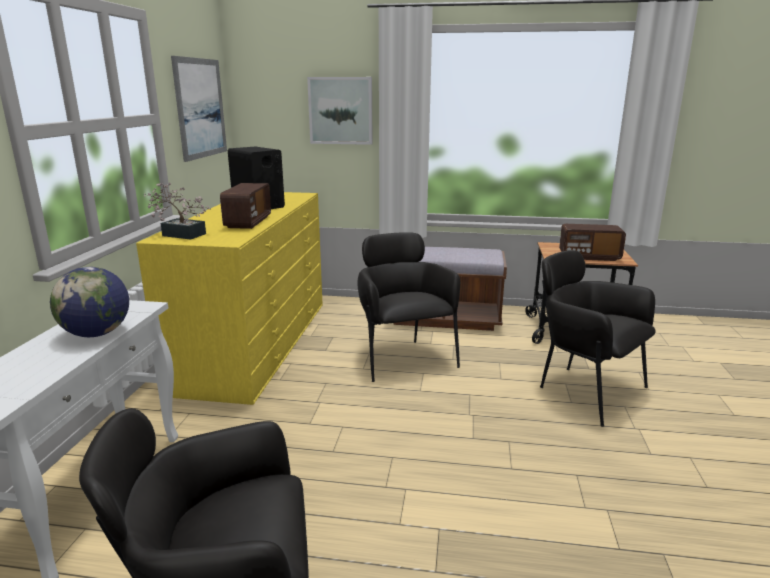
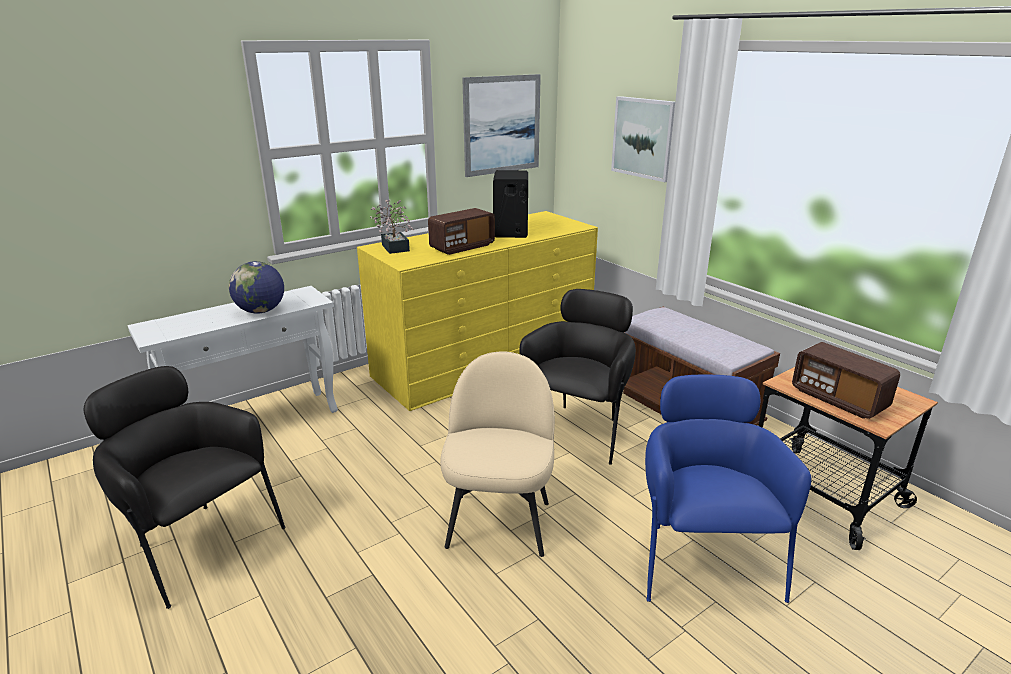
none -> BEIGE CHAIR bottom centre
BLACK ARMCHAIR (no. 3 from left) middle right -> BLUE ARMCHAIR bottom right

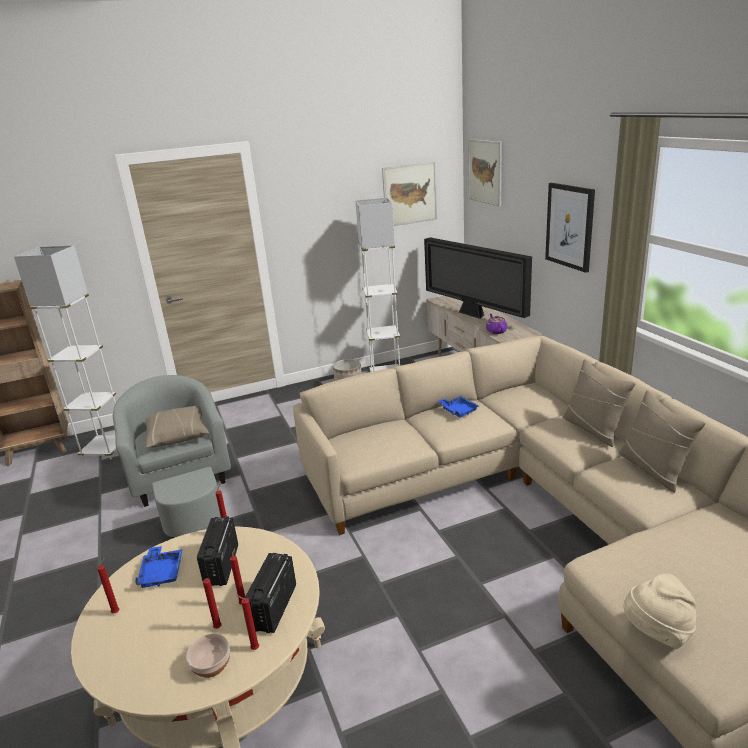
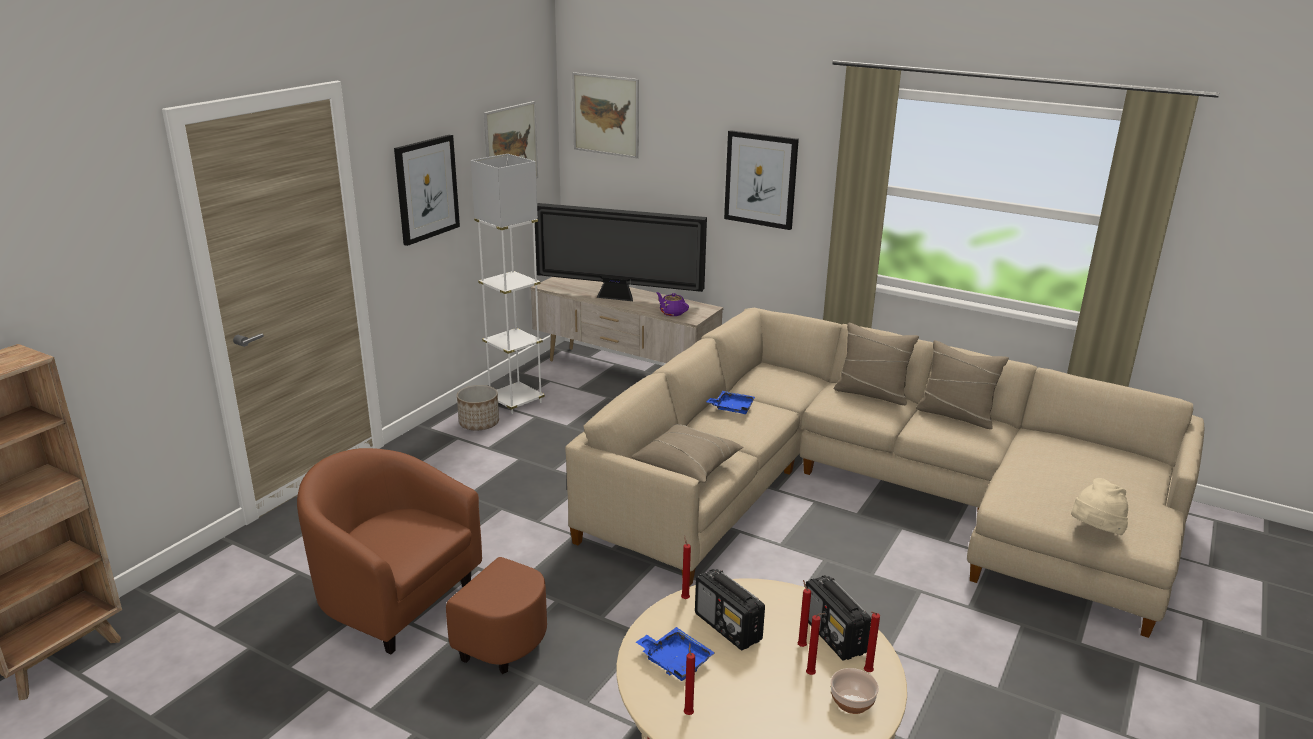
GREY ARMCHAIR middle left -> BROWN ARMCHAIR bottom left
none -> PICTURE (no. 1 from left) top left
BEIGE PILLOW (no. 1 from left) middle left -> BEIGE PILLOW (no. 1 from left) centre, shifted
WHITE FLOOR LAMP (no. 1 from left) middle left -> none

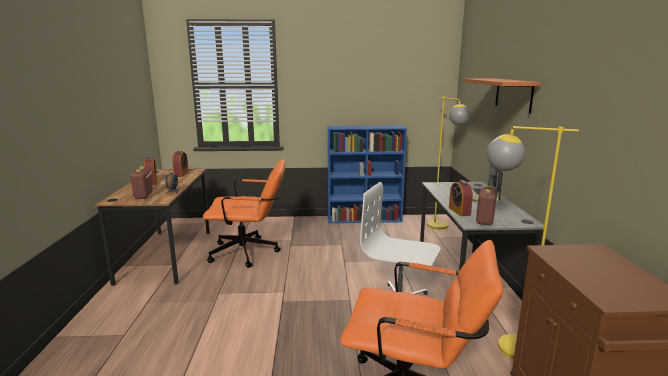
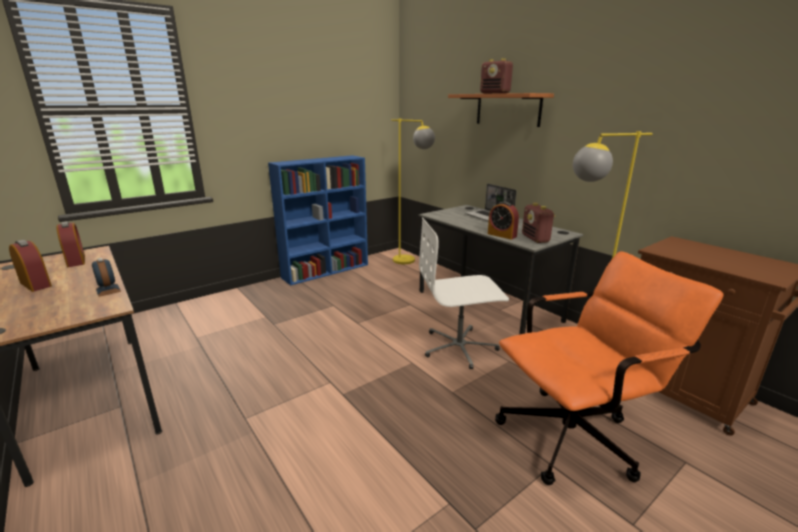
RADIO (no. 1 from left) middle left -> RADIO (no. 1 from left) top centre, shifted
ORANGE OFFICE CHAIR (no. 1 from left) centre -> none

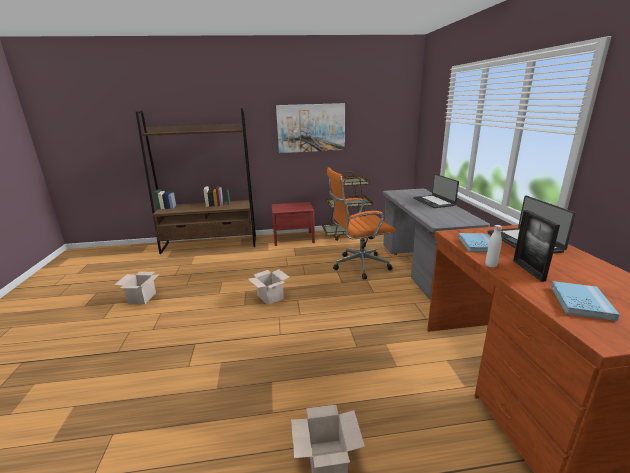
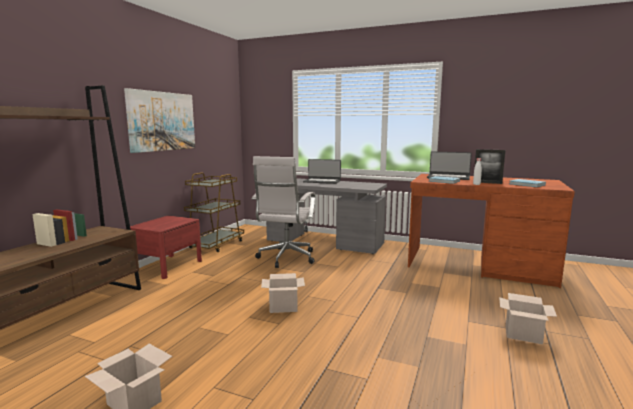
ORANGE OFFICE CHAIR centre -> WHITE OFFICE CHAIR centre

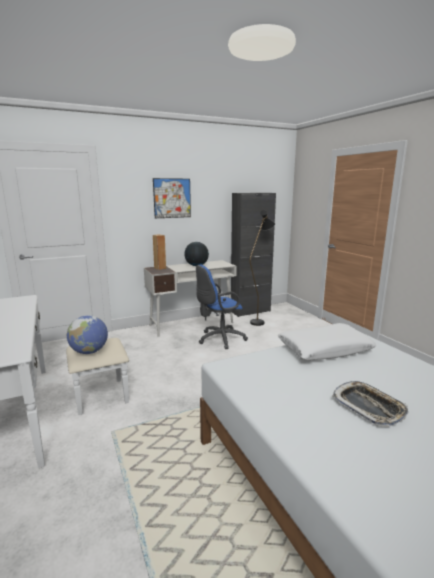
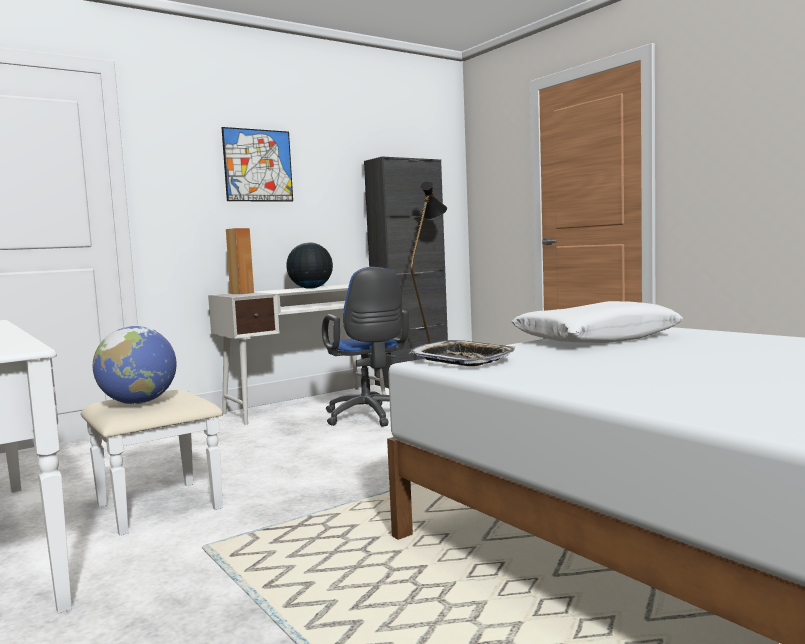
BLUE OFFICE CHAIR centre, 75 degrees counterclockwise
TRAY bottom right -> TRAY centre, shifted

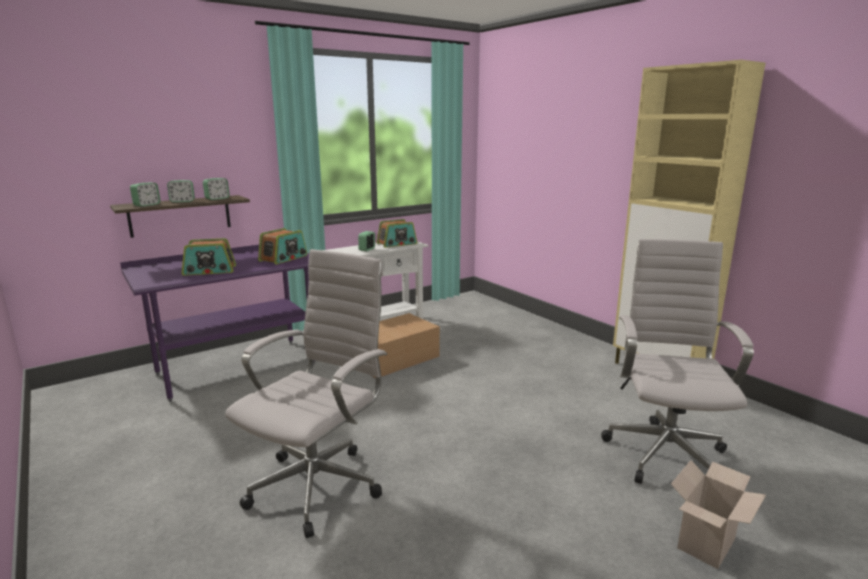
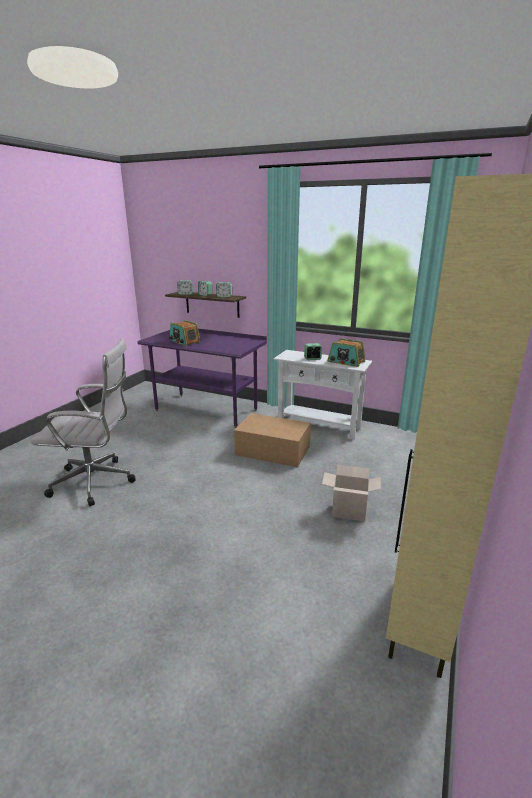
CARDBOARD BOX (no. 2 from left) bottom right -> CARDBOARD BOX (no. 2 from left) centre, shifted
RADIO (no. 2 from left) middle left -> none
WHITE OFFICE CHAIR (no. 2 from left) middle right -> none

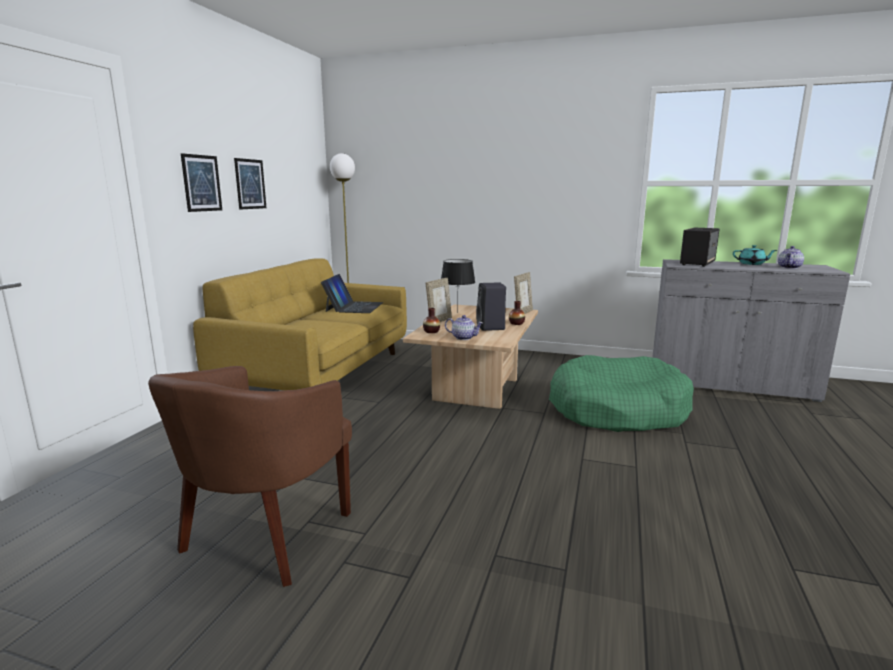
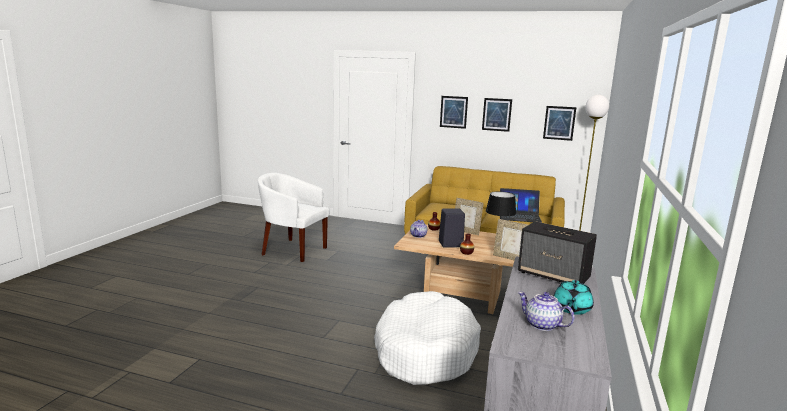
BROWN ARMCHAIR bottom left -> WHITE ARMCHAIR centre
GREEN DOG BED middle right -> WHITE DOG BED bottom centre
none -> PICTURE (no. 3 from left) top right

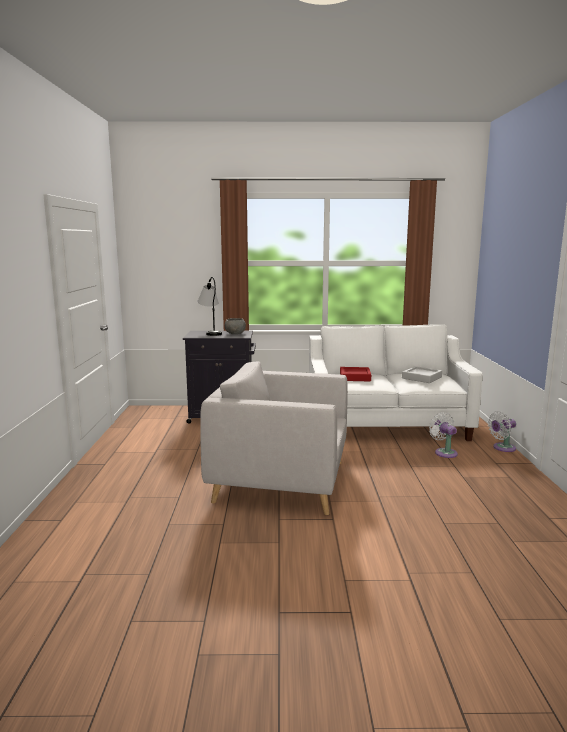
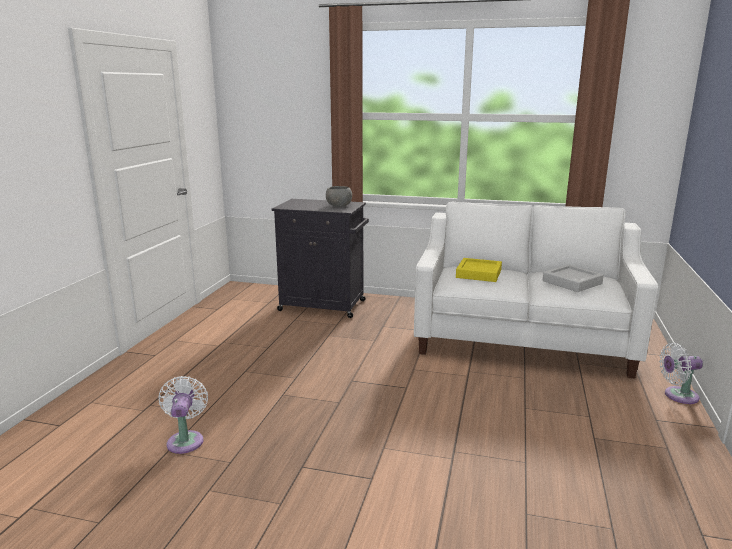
WHITE FAN (no. 1 from left) middle right -> WHITE FAN (no. 1 from left) bottom left, shifted
RED TRAY centre -> YELLOW TRAY centre
TABLE LAMP centre -> none
GREY ARMCHAIR centre -> none

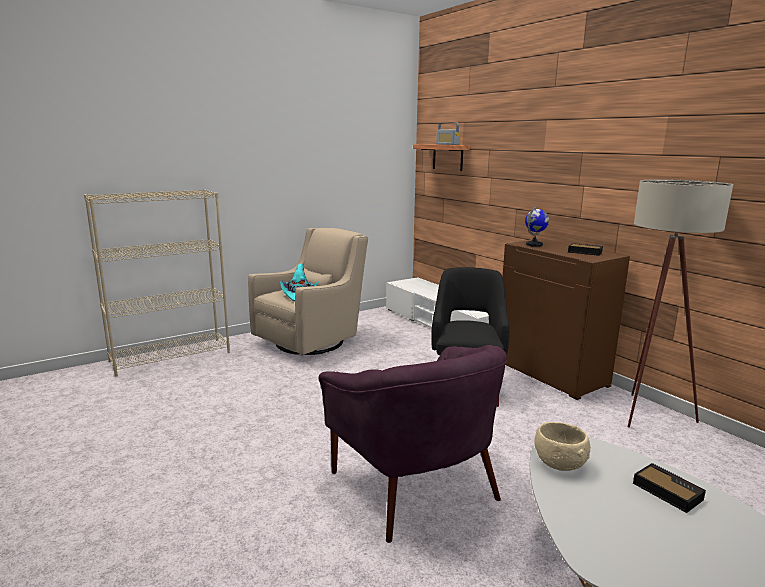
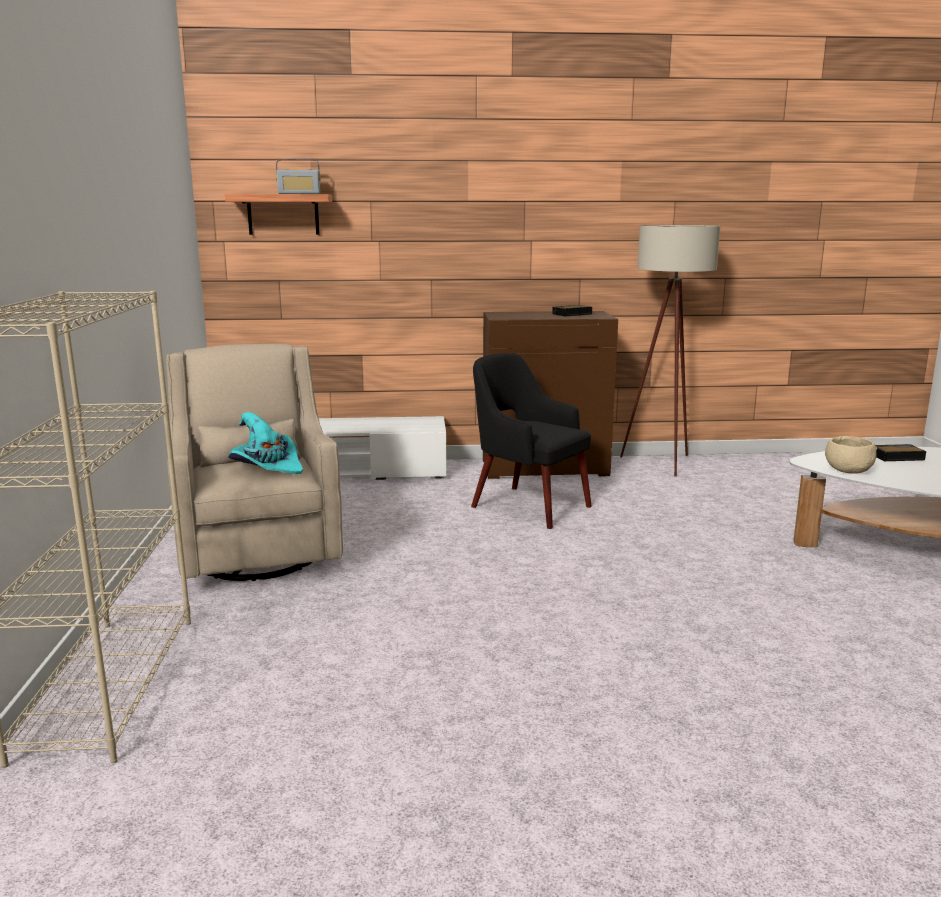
PURPLE ARMCHAIR bottom centre -> none
GLOBE middle right -> none

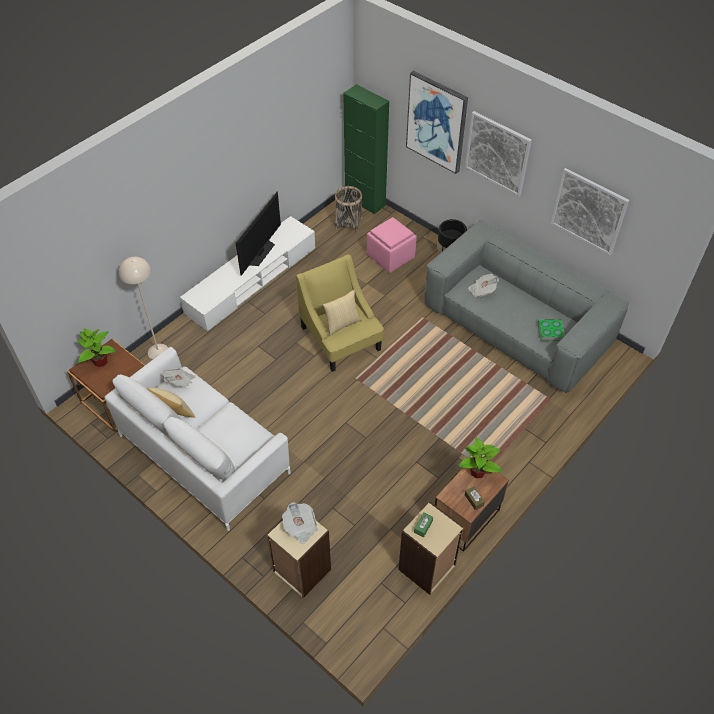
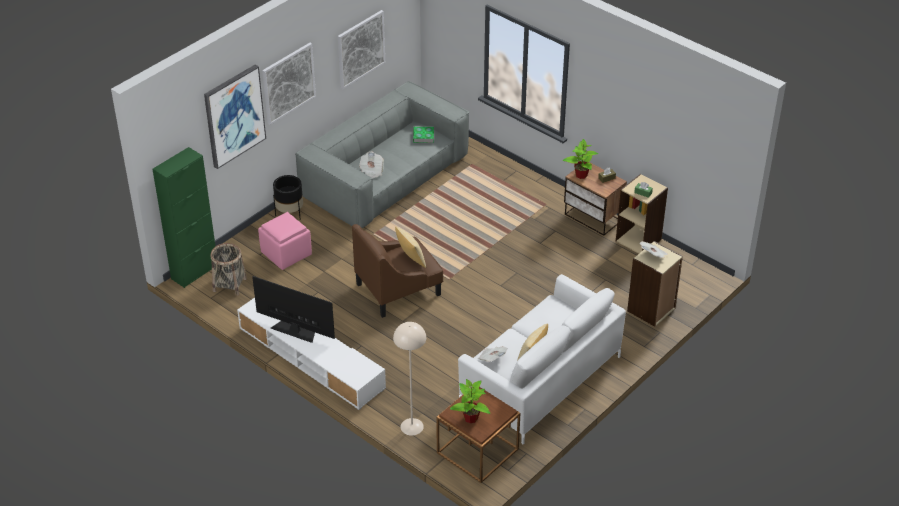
YELLOW ARMCHAIR centre -> BROWN ARMCHAIR centre

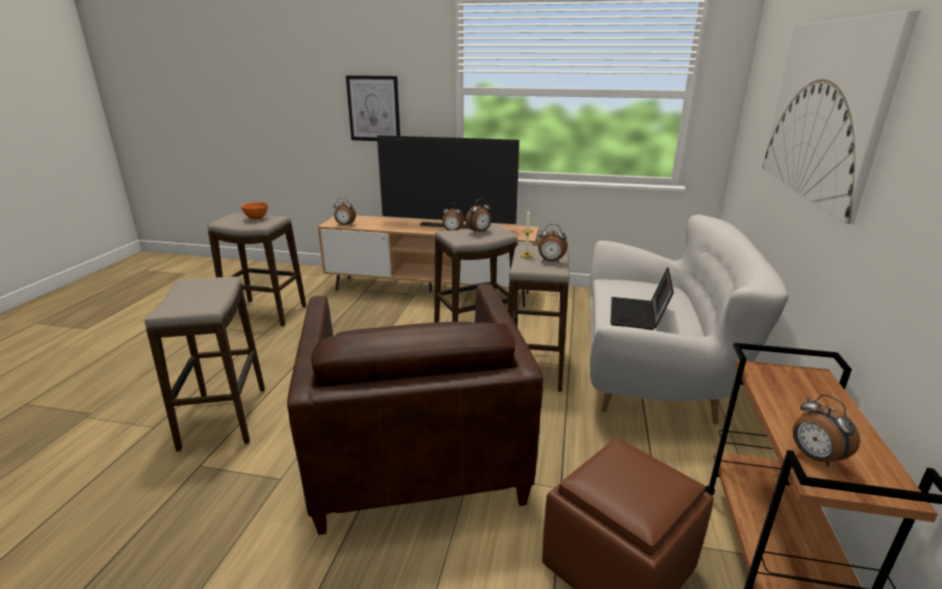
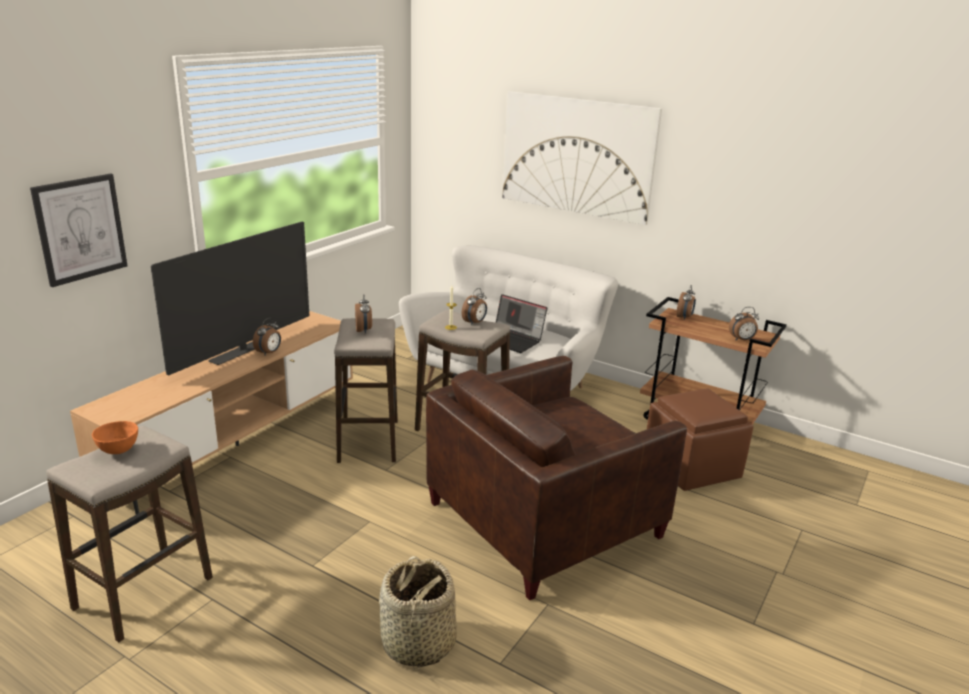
STOOL (no. 1 from left) middle left -> BASKET bottom centre
BROWN ARMCHAIR bottom centre, 135 degrees clockwise
ALARM CLOCK (no. 1 from left in the first image) centre -> ALARM CLOCK (no. 4 from left) middle right, shifted

